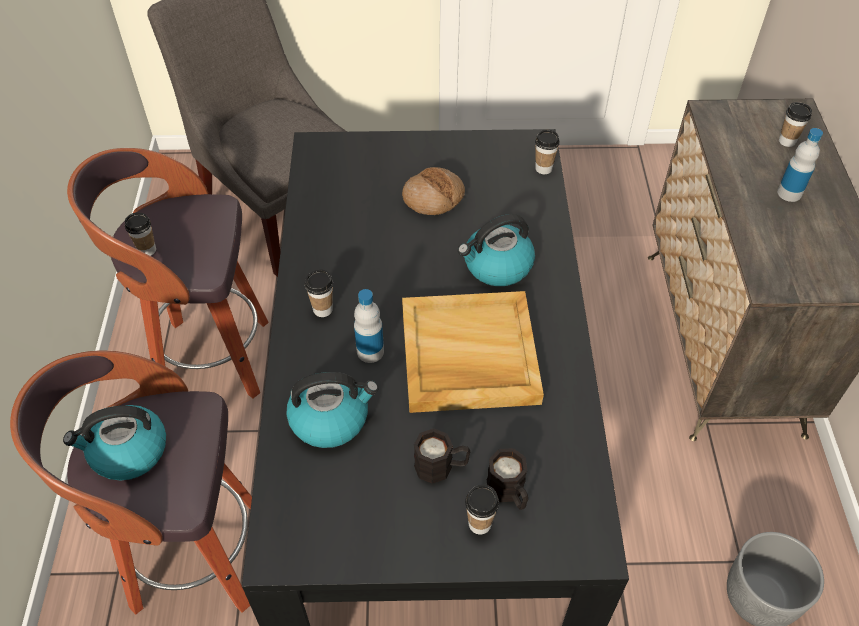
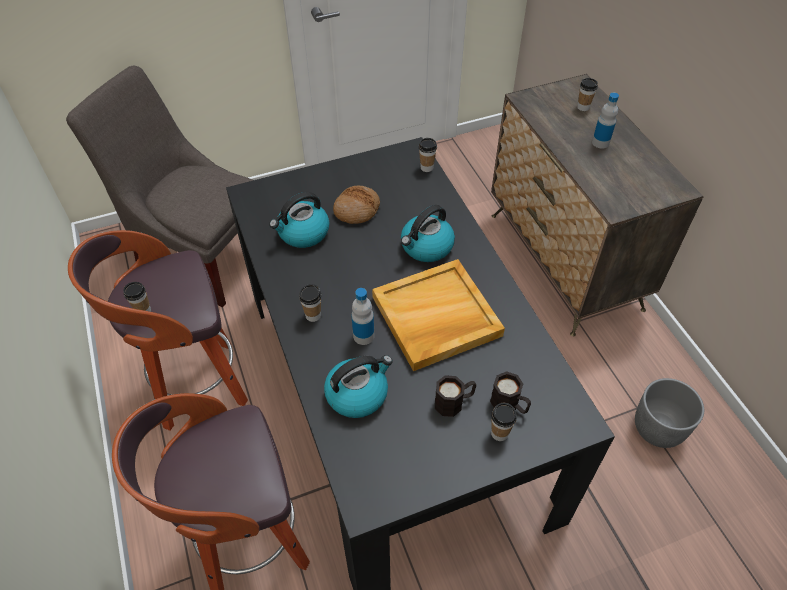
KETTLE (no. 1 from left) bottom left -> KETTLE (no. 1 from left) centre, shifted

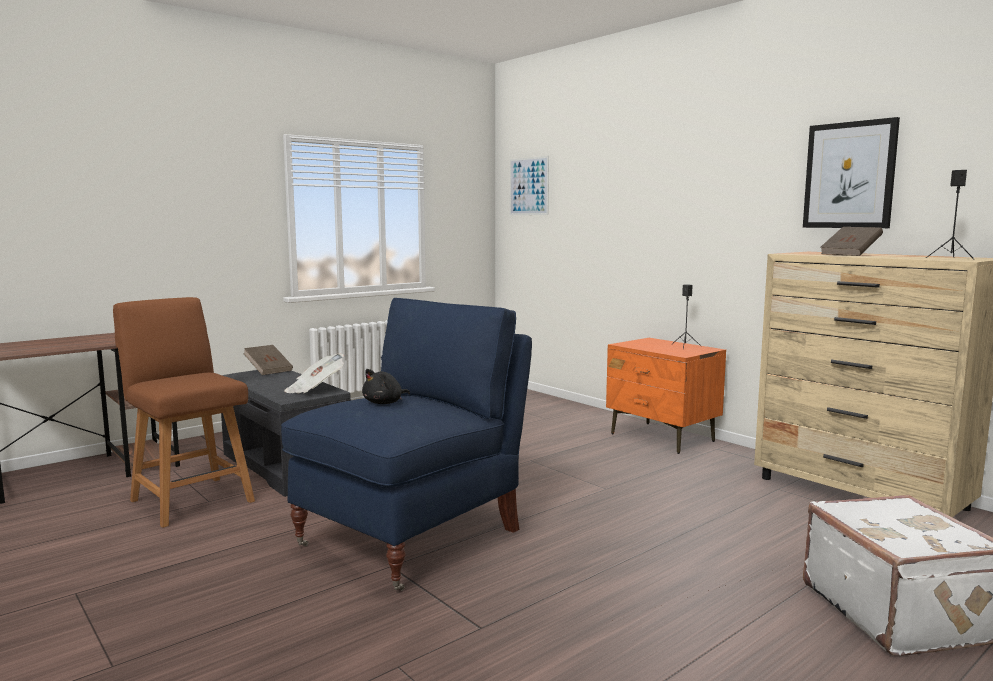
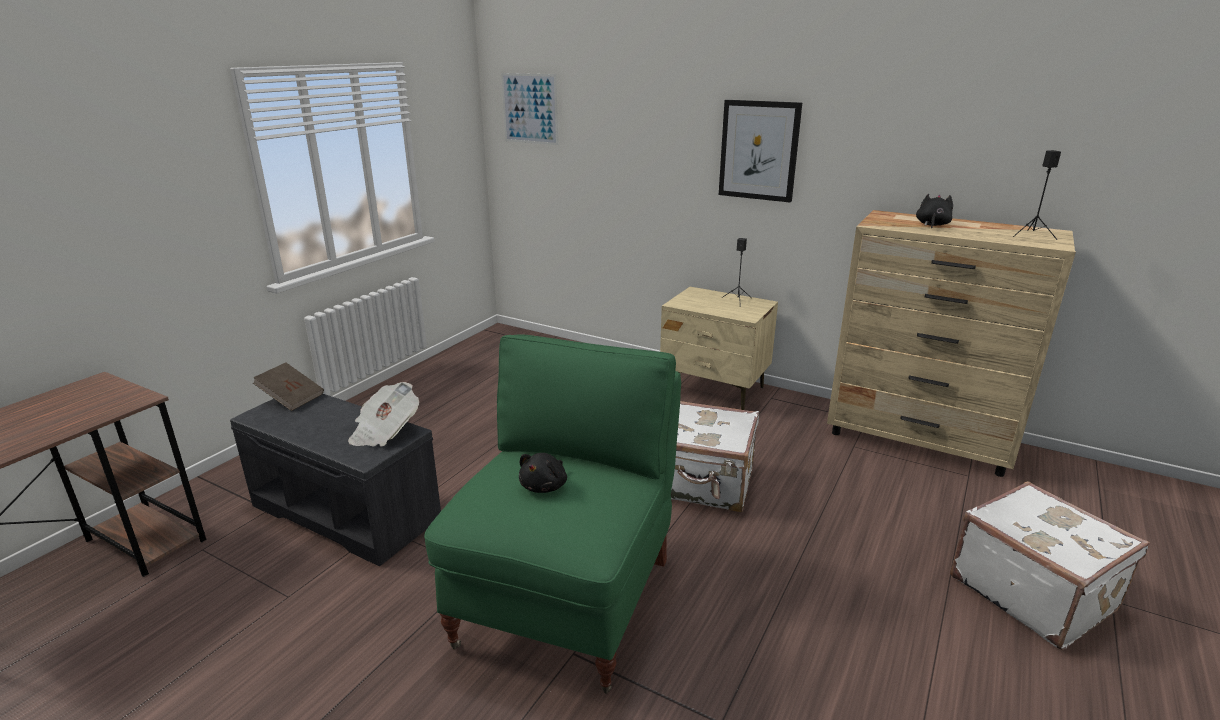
BLUE ARMCHAIR centre -> GREEN ARMCHAIR bottom centre
ORANGE NIGHTSTAND middle right -> BEIGE NIGHTSTAND centre
none -> WHITE SUITCASE (no. 1 from left) centre
PICTURE (no. 2 from left) top right -> PICTURE (no. 2 from left) top centre, shifted
BROWN BOOK (no. 2 from left) middle right -> BLACK PLUSH TOY (no. 2 from left) top right
BROWN CHAIR middle left -> none

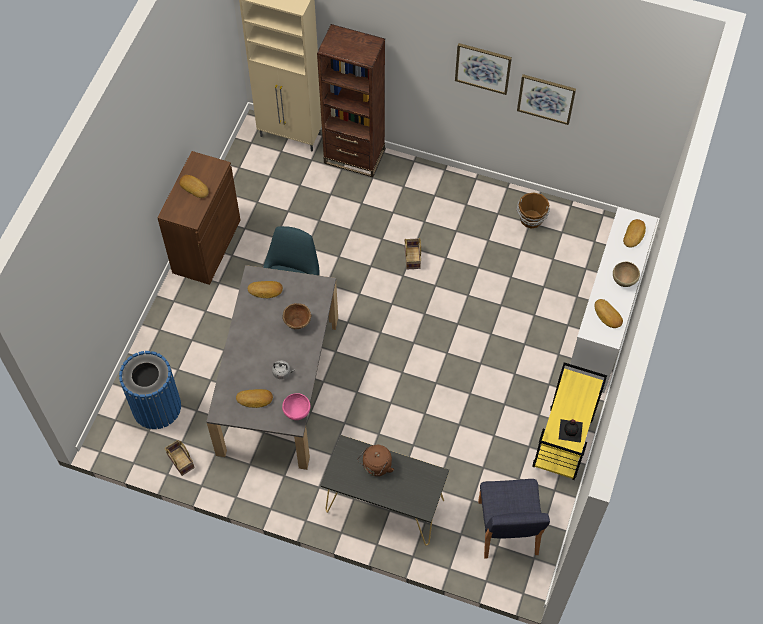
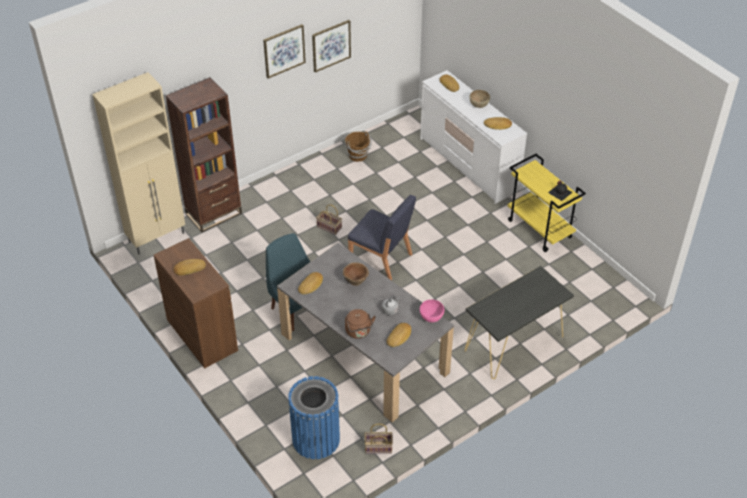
BROWN KETTLE bottom centre -> BROWN KETTLE centre, shifted
BLUE CHAIR (no. 2 from left) bottom right -> BLUE CHAIR (no. 2 from left) centre, shifted

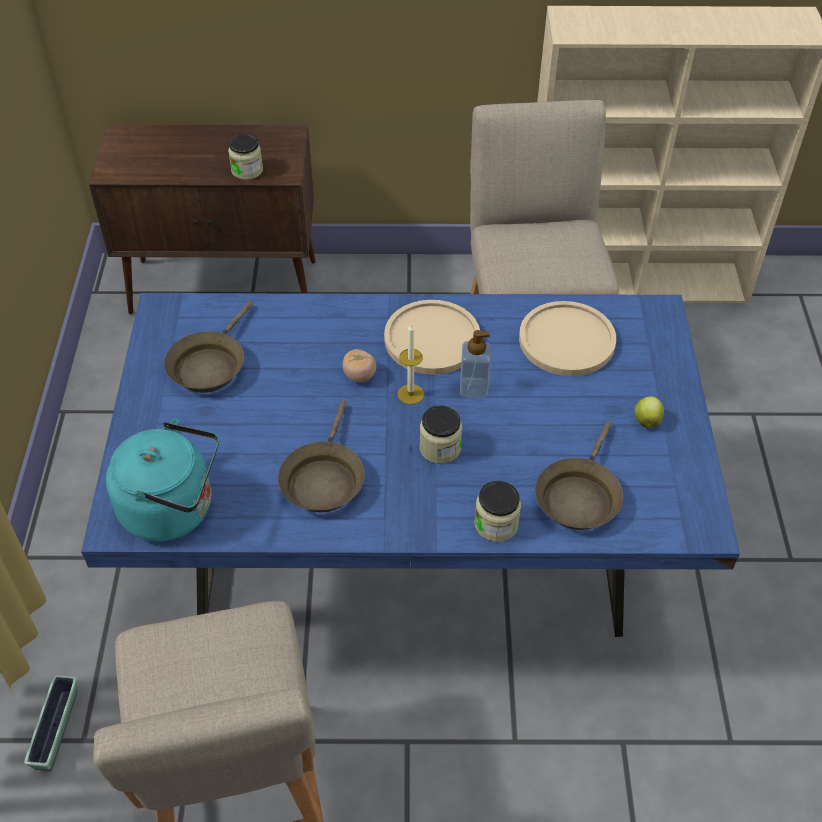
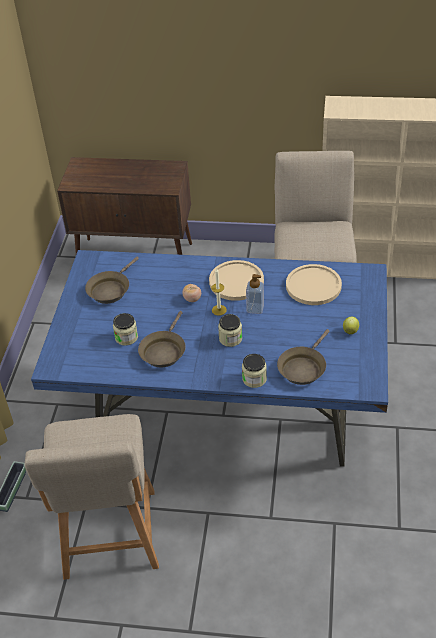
JAR (no. 1 from left) top left -> JAR (no. 1 from left) middle left, shifted
TURQUOISE KETTLE middle left -> none

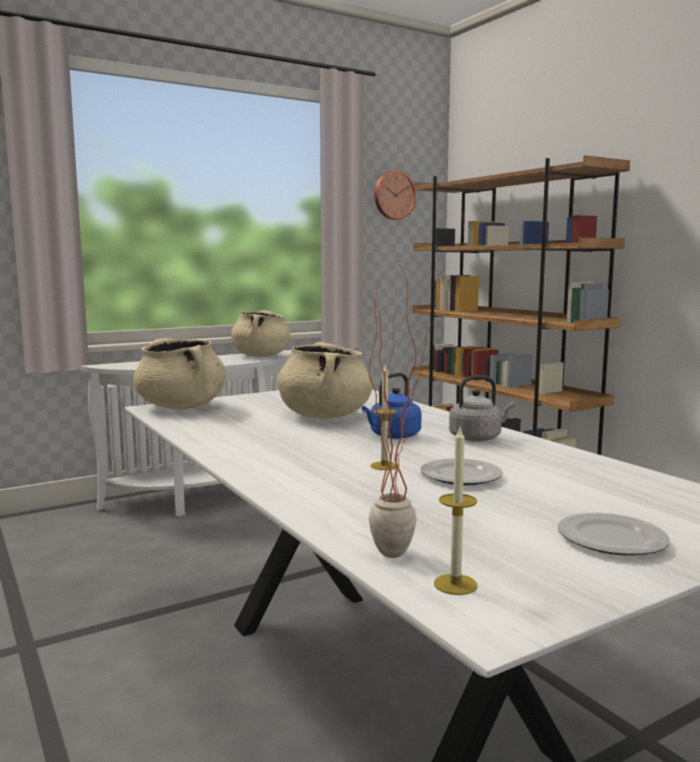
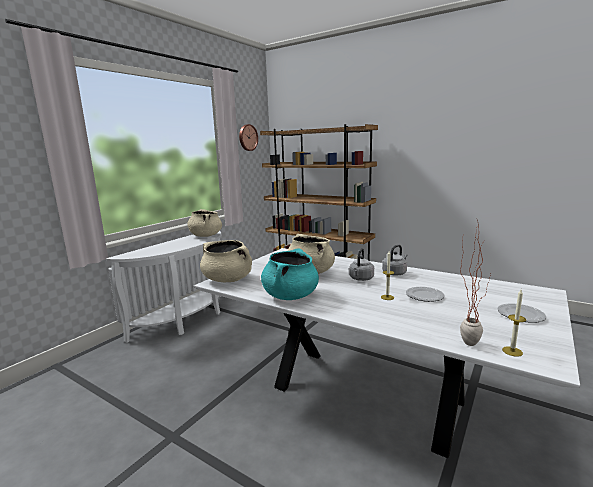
none -> TURQUOISE COOKING POT centre
BLUE KETTLE centre -> GREY KETTLE (no. 1 from left) centre

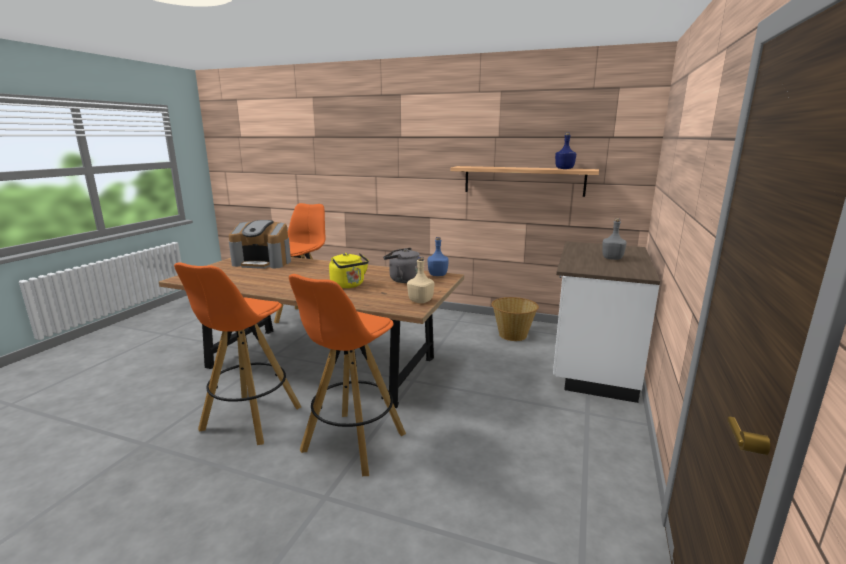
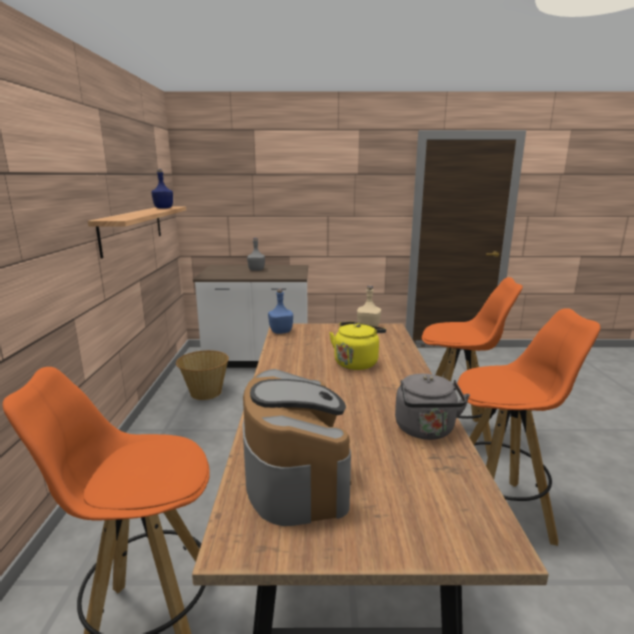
GREY KETTLE centre -> GREY KETTLE middle right, shifted

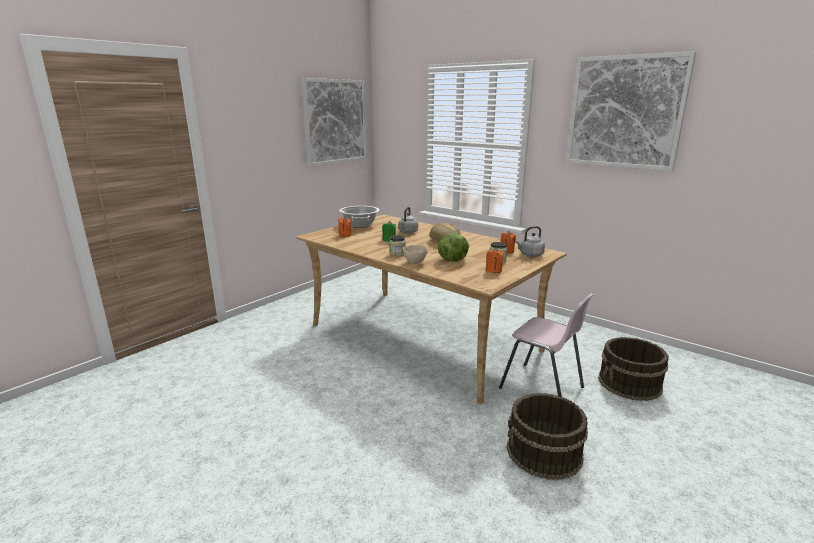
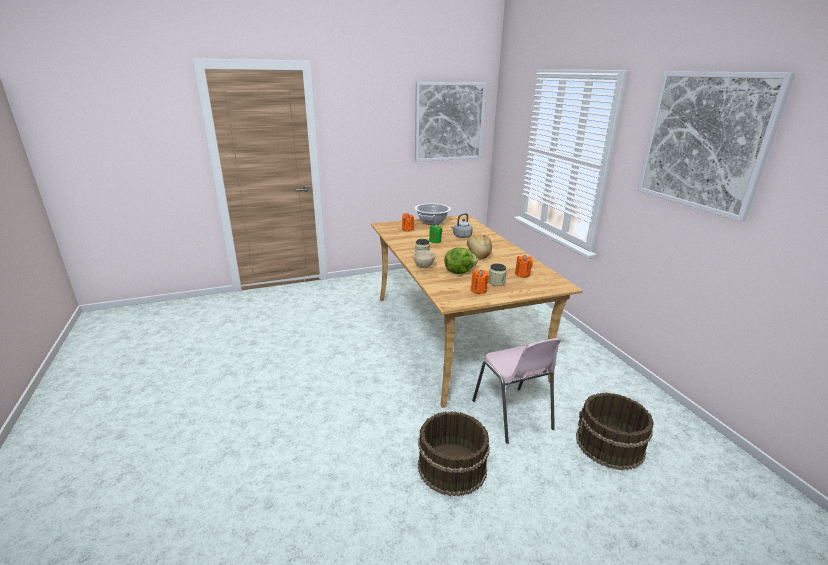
GREY KETTLE (no. 2 from left) centre -> none

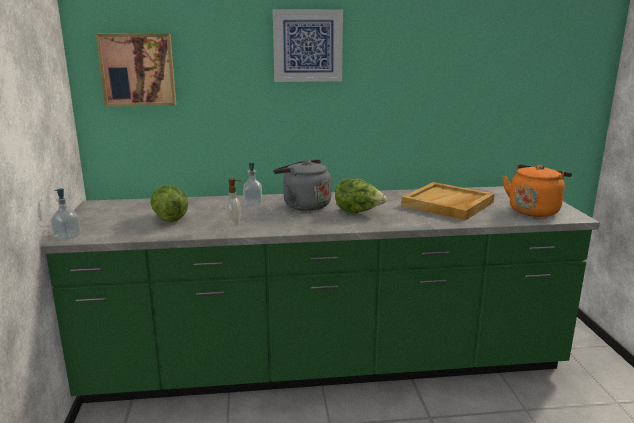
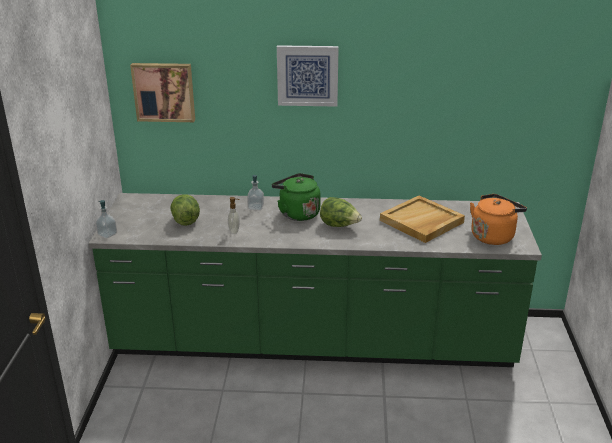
GREY KETTLE centre -> GREEN KETTLE centre

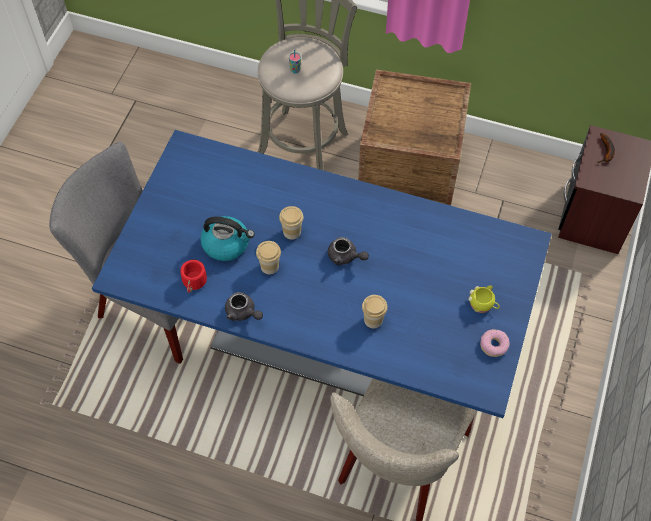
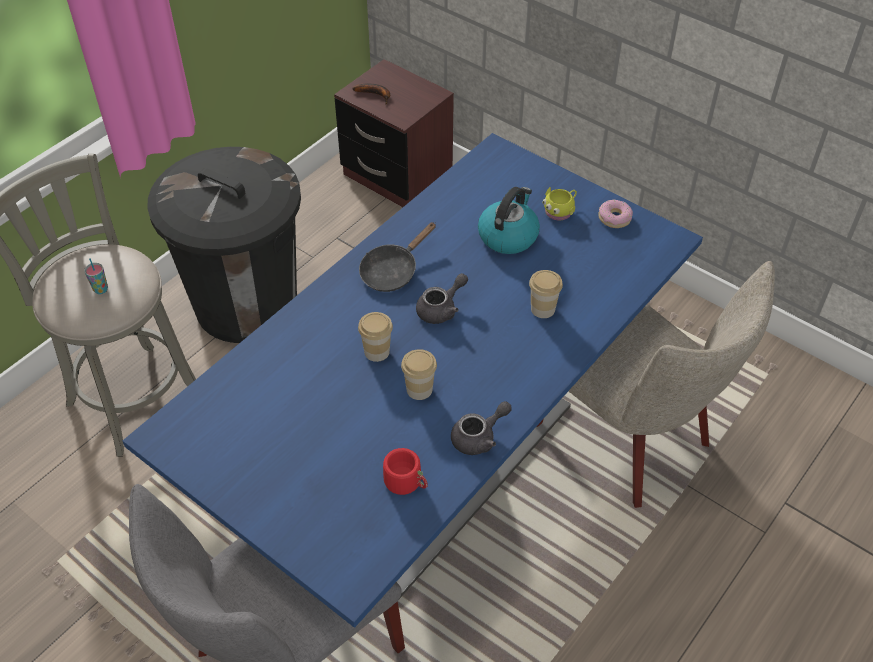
CRATE top centre -> BLACK TRASH CAN middle left
none -> BLACK FRYING PAN centre
KETTLE centre -> KETTLE top centre, shifted

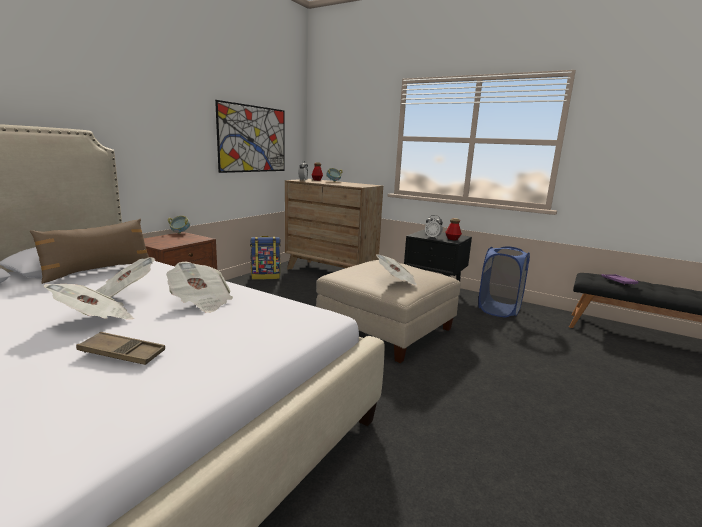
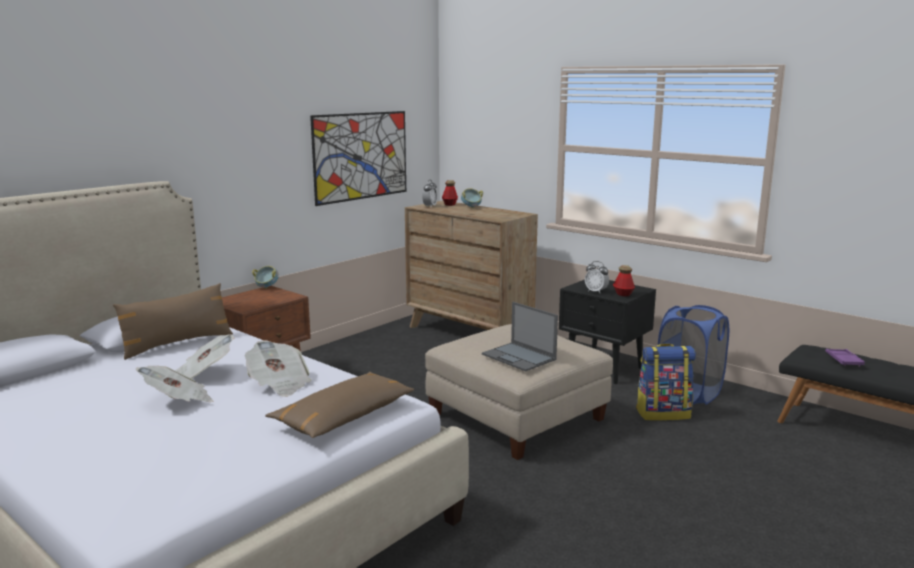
none -> BROWN PILLOW (no. 2 from left) bottom centre
NEWSPAPER (no. 4 from left) centre -> LAPTOP centre
BACKPACK centre -> BACKPACK bottom right, shifted
BROWN TRAY middle left -> none

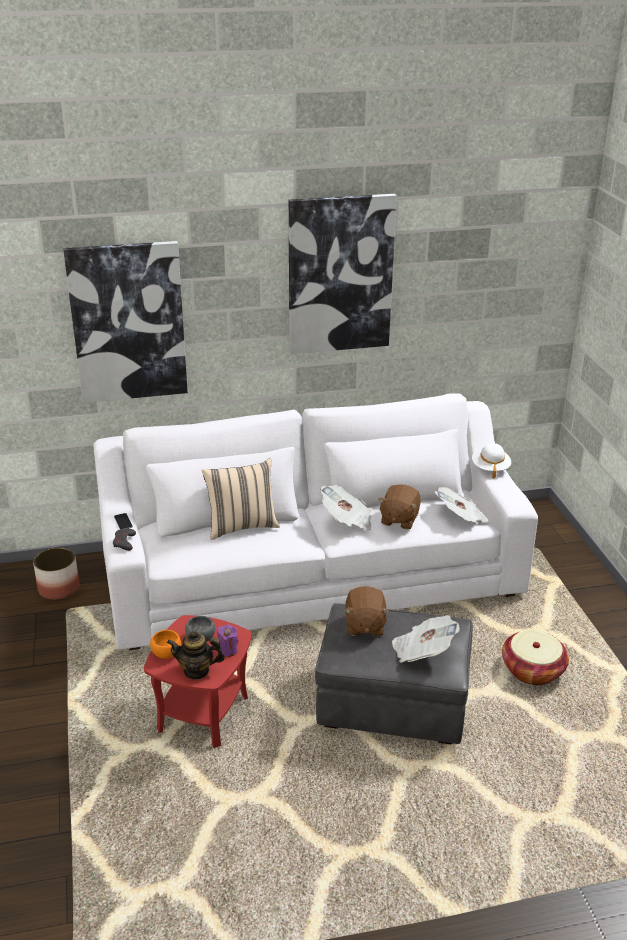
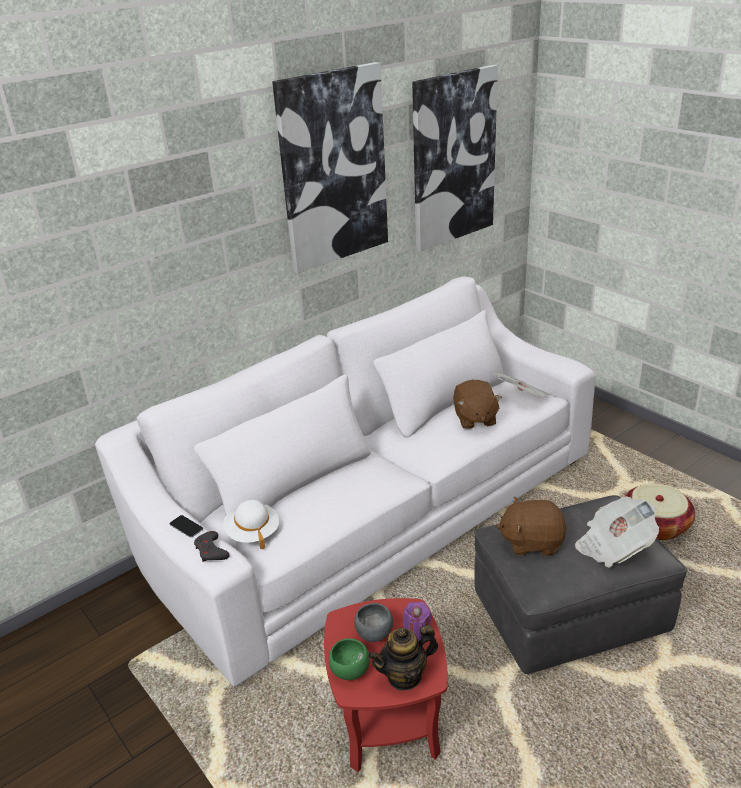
WHITE HAT middle right -> WHITE HAT centre, shifted
ORANGE BOWL bottom left -> GREEN BOWL bottom centre
PICTURE (no. 1 from left in the first image) middle left -> PICTURE (no. 2 from left) top centre, shifted
BROWN PLUSH TOY (no. 1 from left in the first image) centre -> BROWN PLUSH TOY (no. 2 from left) bottom right, 120 degrees clockwise
PLANTER middle left -> none
BEIGE PILLOW centre -> none
NEWSPAPER (no. 1 from left) centre -> none

